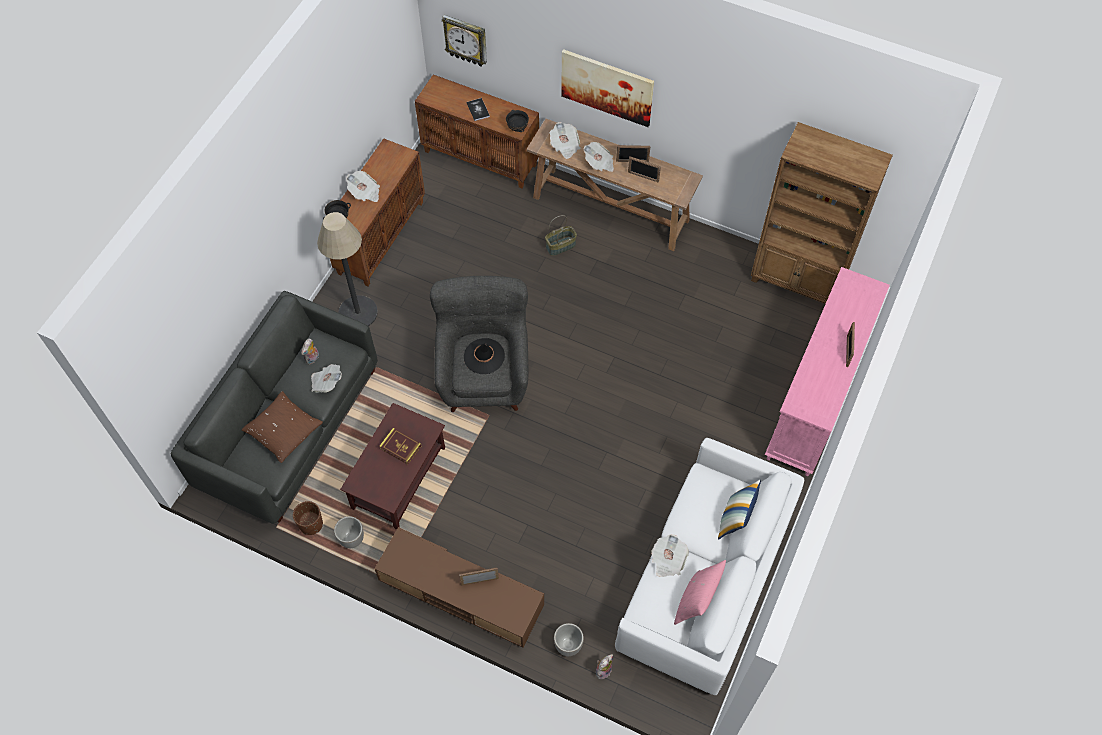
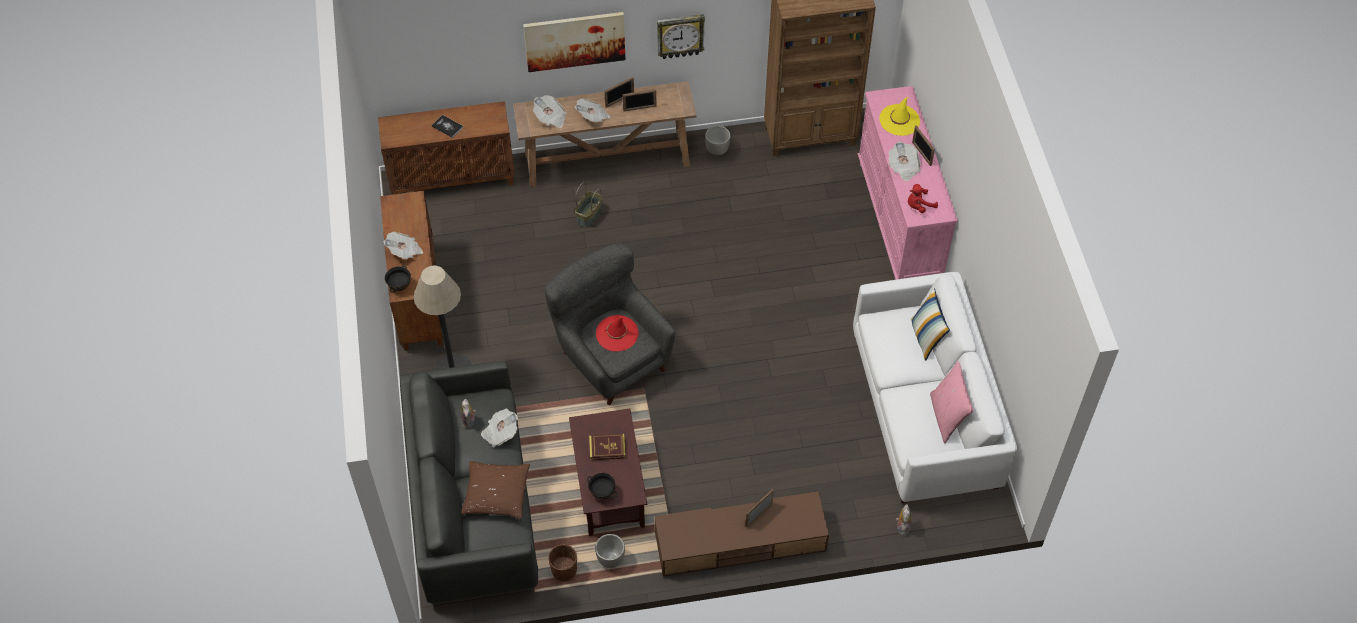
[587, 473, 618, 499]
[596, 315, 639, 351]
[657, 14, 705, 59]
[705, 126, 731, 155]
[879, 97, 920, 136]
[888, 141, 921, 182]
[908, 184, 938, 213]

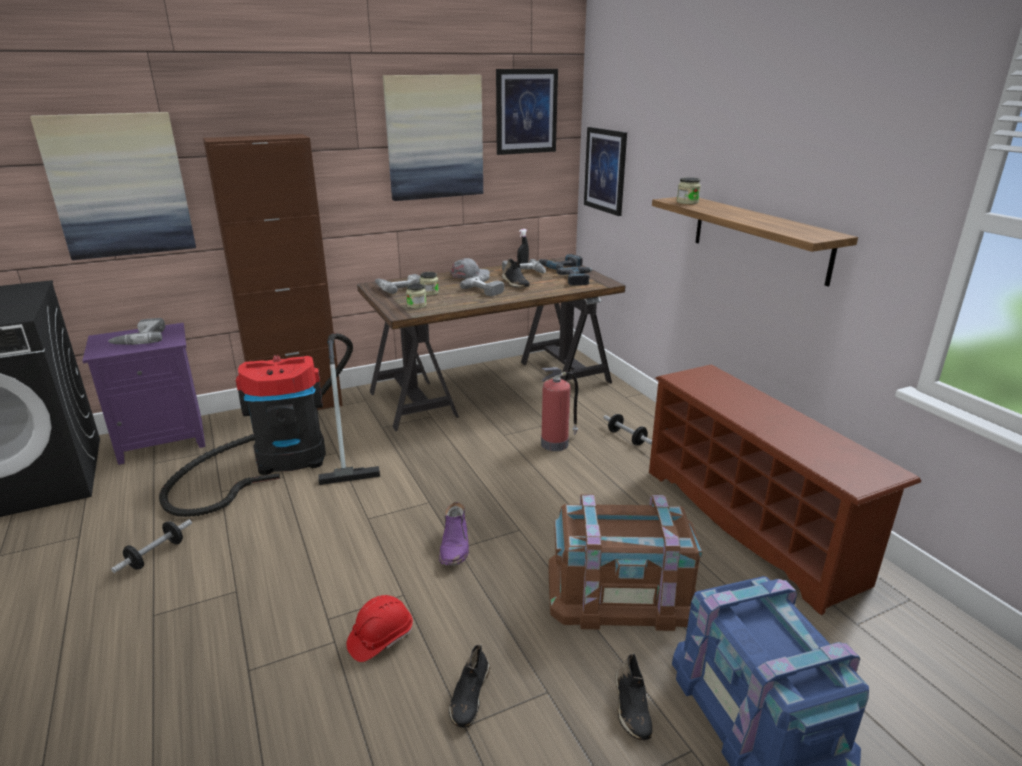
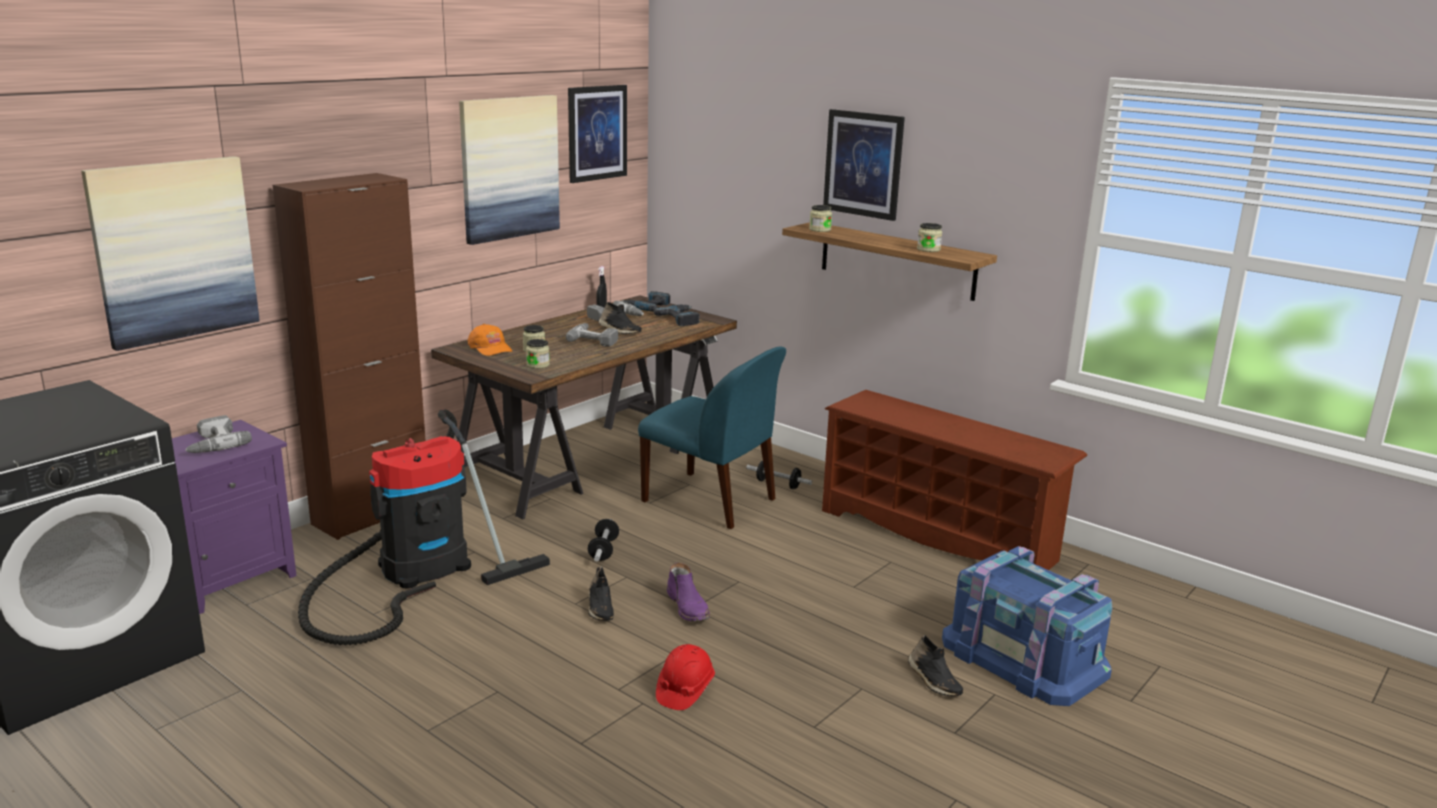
[468, 324, 513, 356]
[588, 519, 619, 561]
[588, 566, 614, 621]
[638, 346, 786, 529]
[823, 109, 905, 221]
[917, 223, 942, 252]
[450, 258, 490, 279] (first image)
[549, 494, 702, 631] (first image)

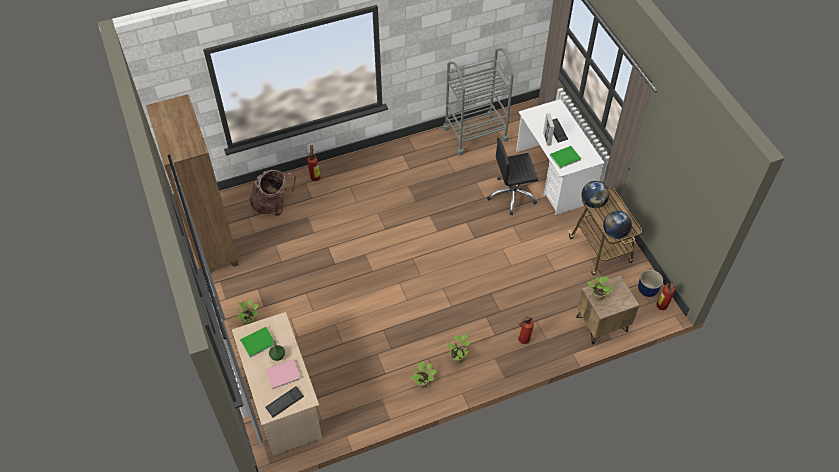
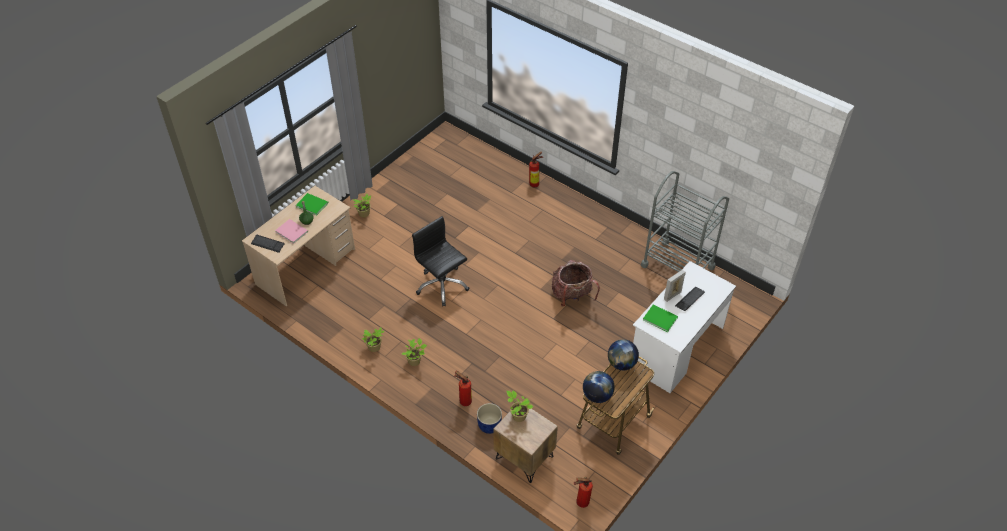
[412, 216, 469, 306]
[477, 403, 502, 434]
[552, 260, 600, 307]
[146, 94, 239, 274] (first image)

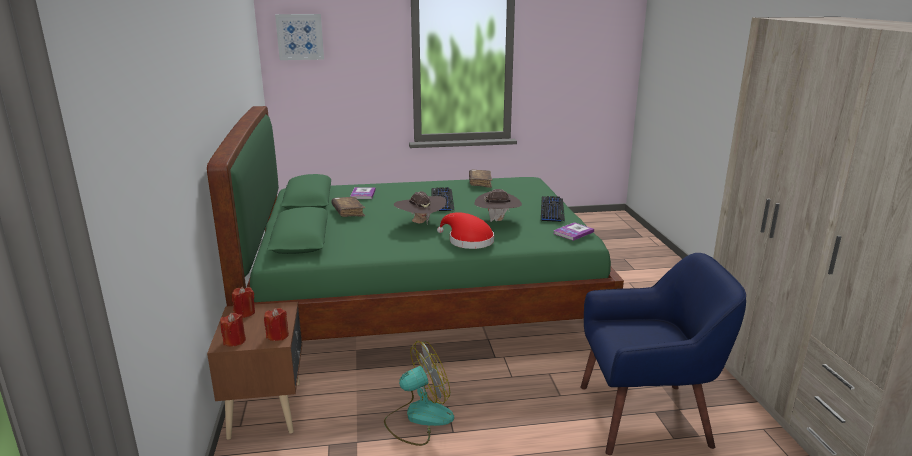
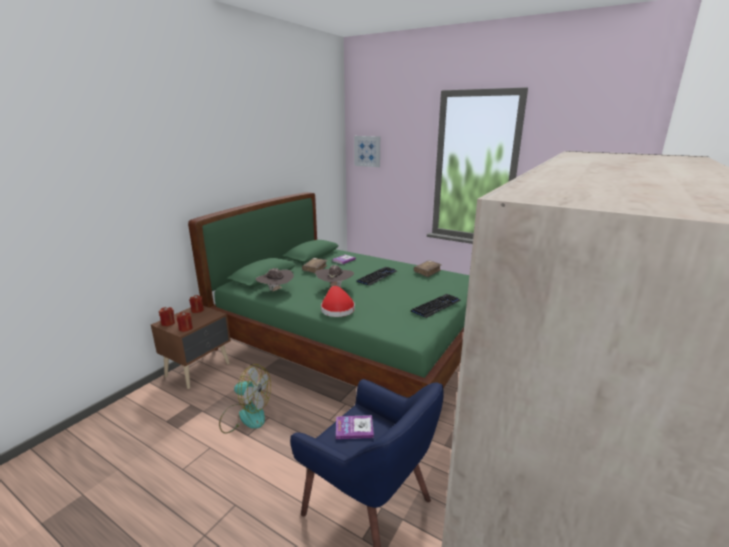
[256, 268, 294, 291]
[336, 415, 374, 439]

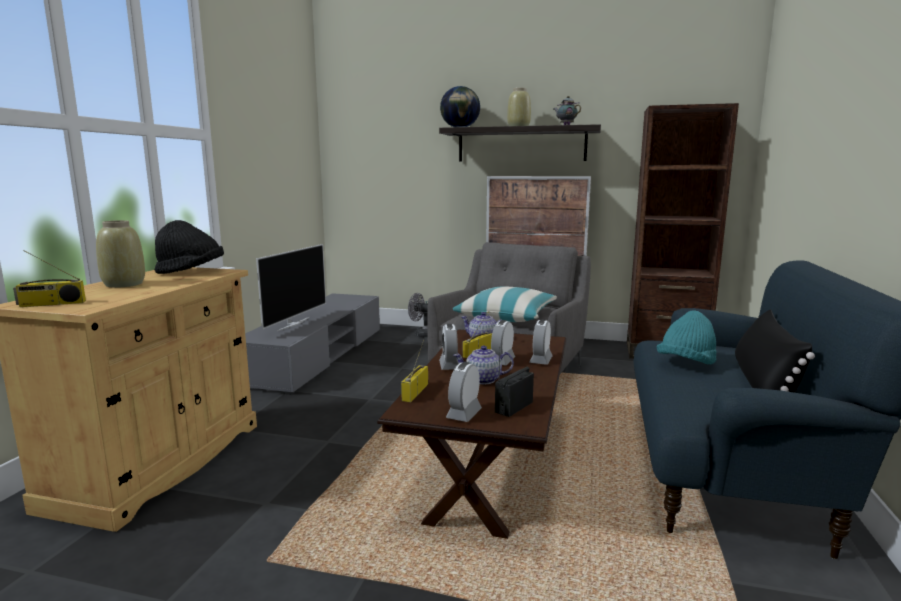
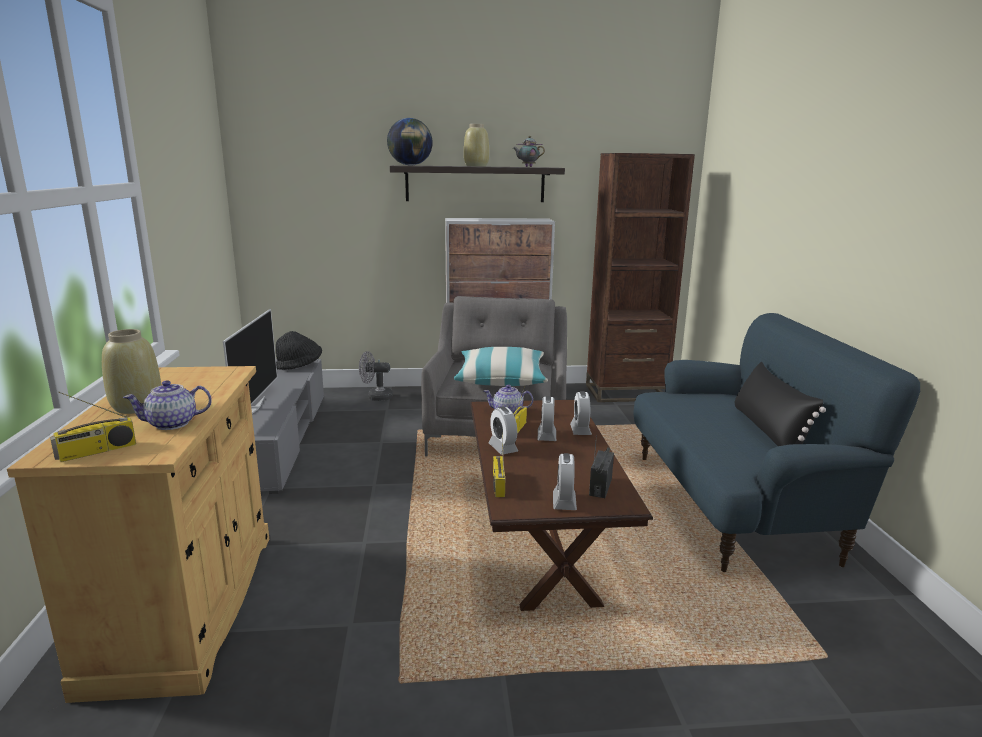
[123, 380, 212, 430]
[276, 331, 322, 370]
[657, 310, 717, 364] (first image)

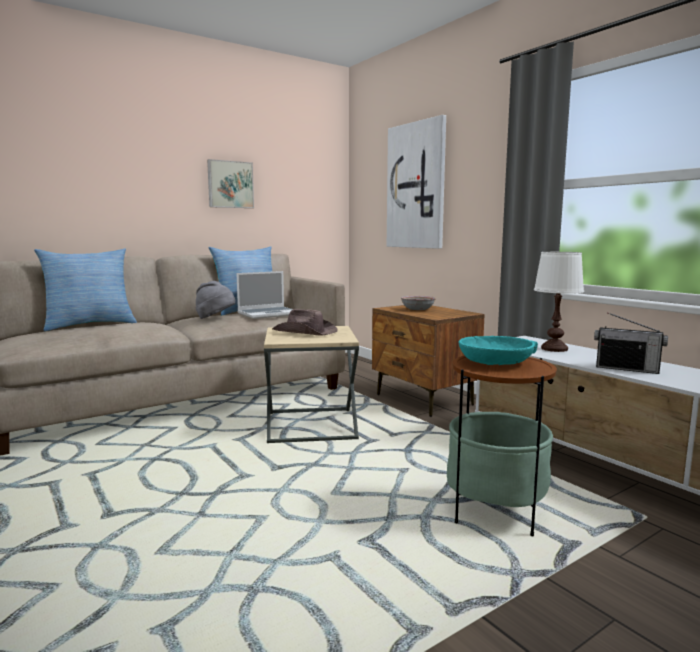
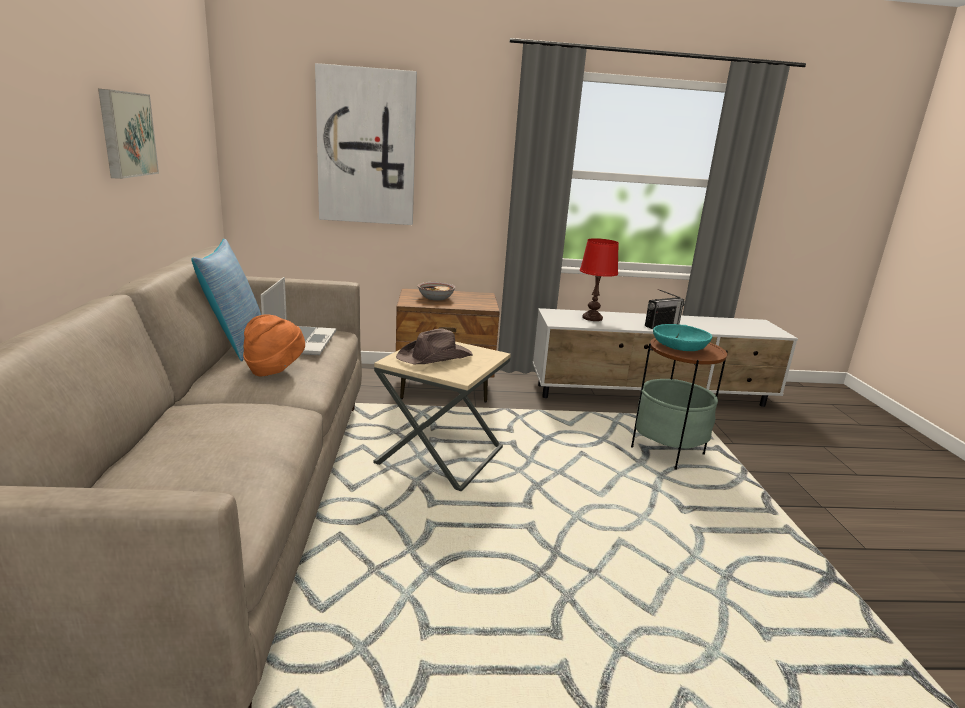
[243, 314, 305, 376]
[580, 238, 619, 321]
[34, 248, 137, 331] (first image)

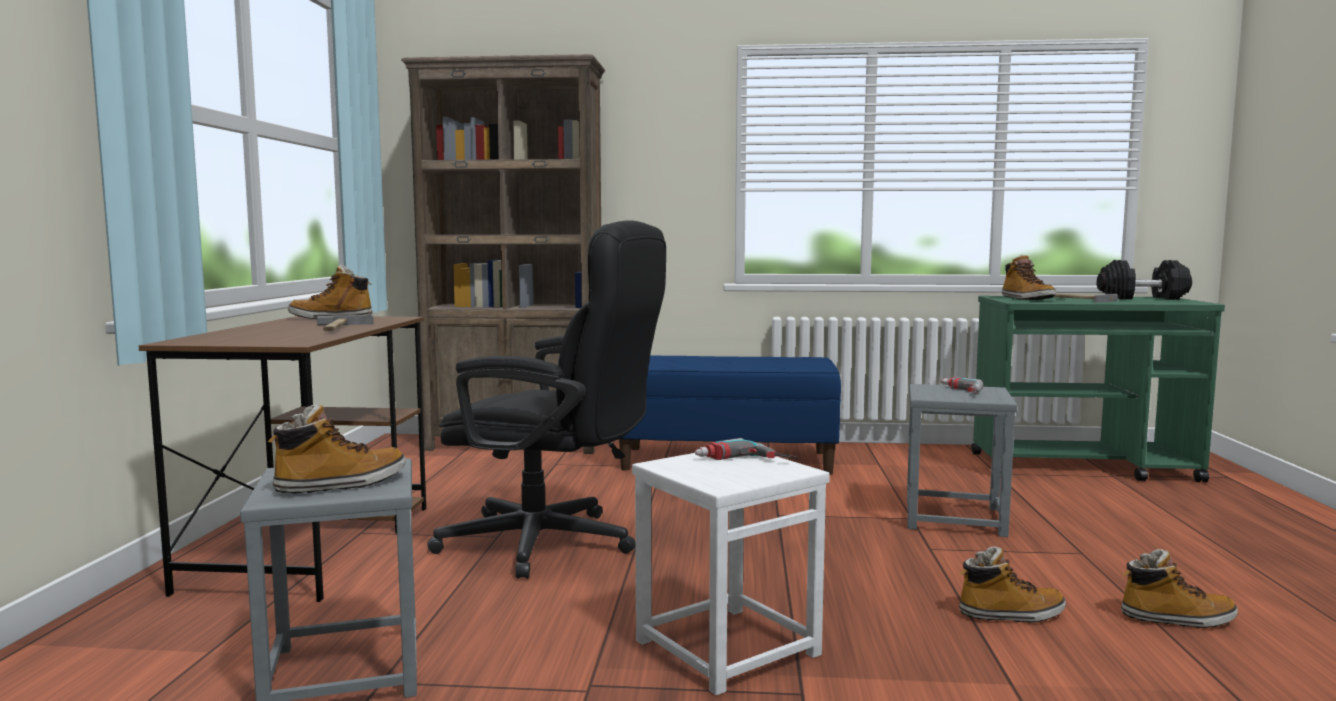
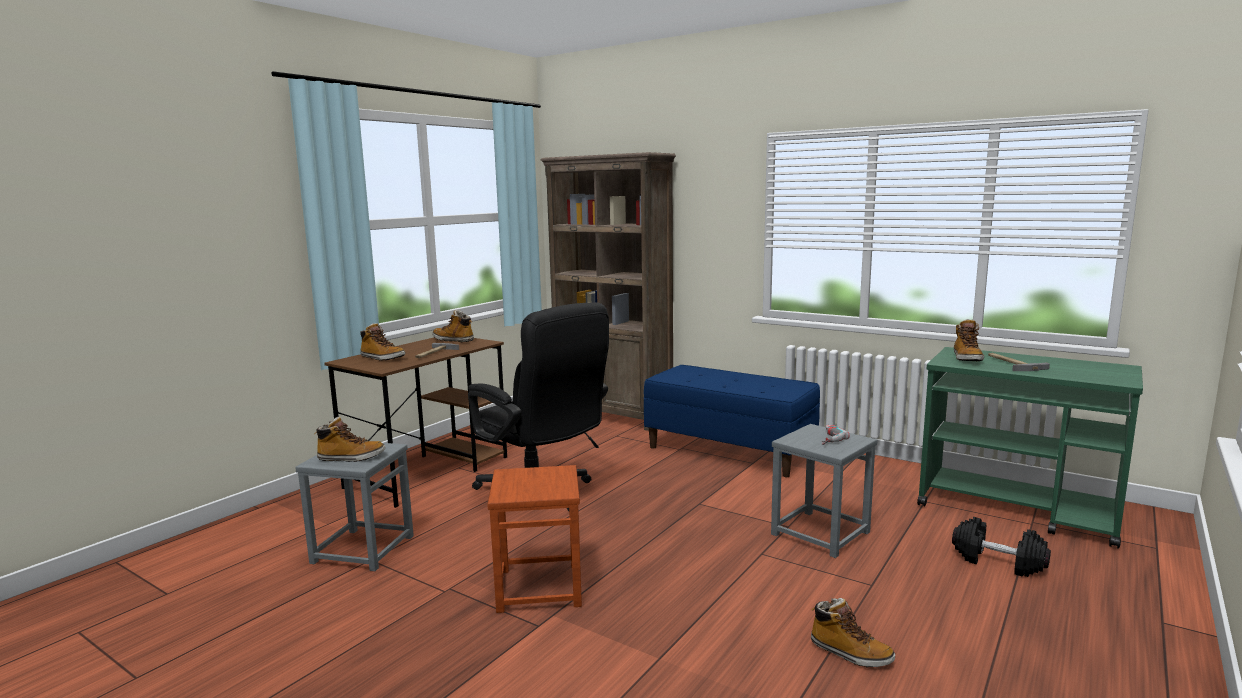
[360, 323, 406, 360]
[487, 465, 582, 613]
[952, 517, 1051, 577]
[695, 438, 798, 460] (first image)

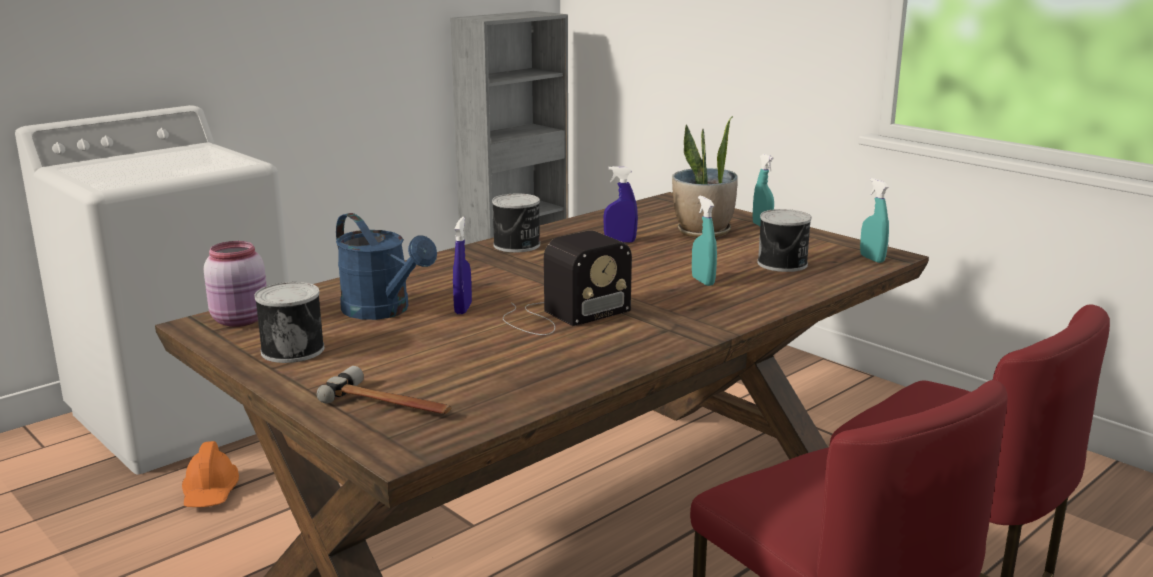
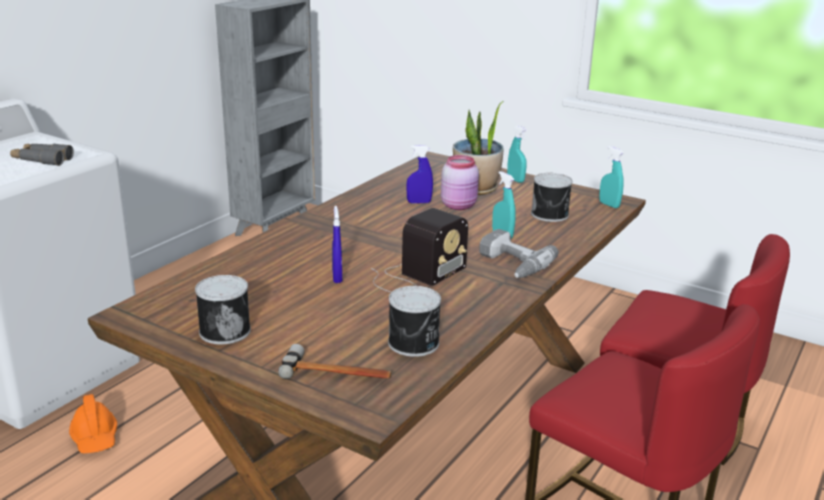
[10, 144, 74, 166]
[388, 286, 441, 357]
[441, 155, 479, 210]
[479, 229, 559, 278]
[336, 213, 437, 320] (first image)

